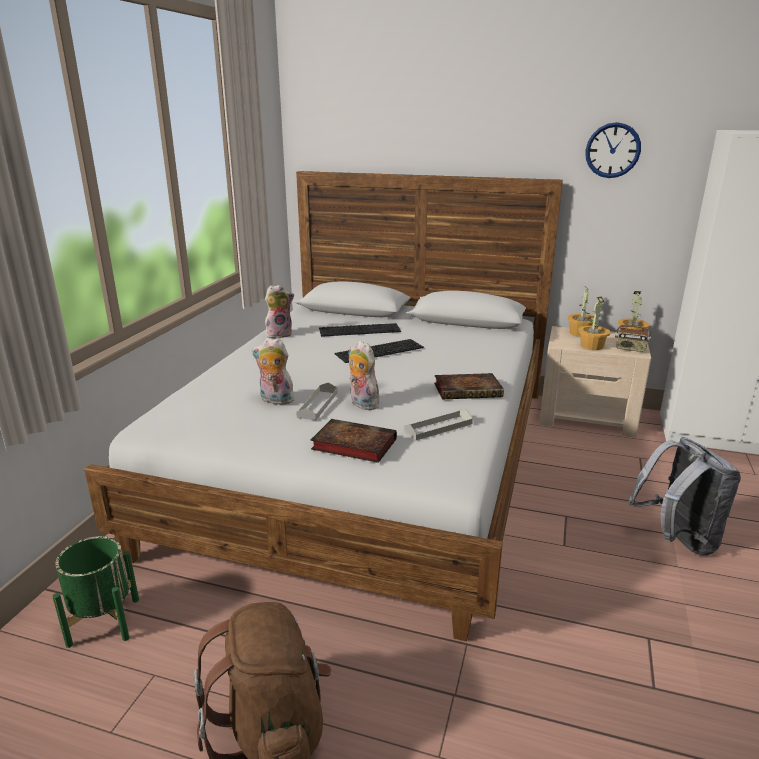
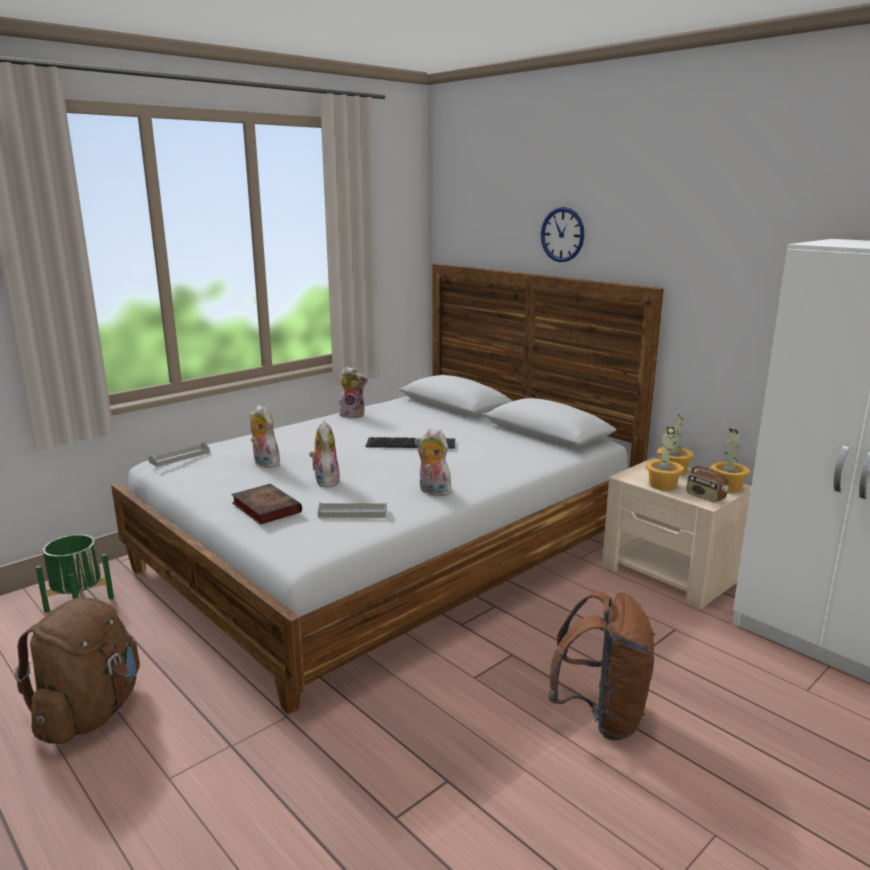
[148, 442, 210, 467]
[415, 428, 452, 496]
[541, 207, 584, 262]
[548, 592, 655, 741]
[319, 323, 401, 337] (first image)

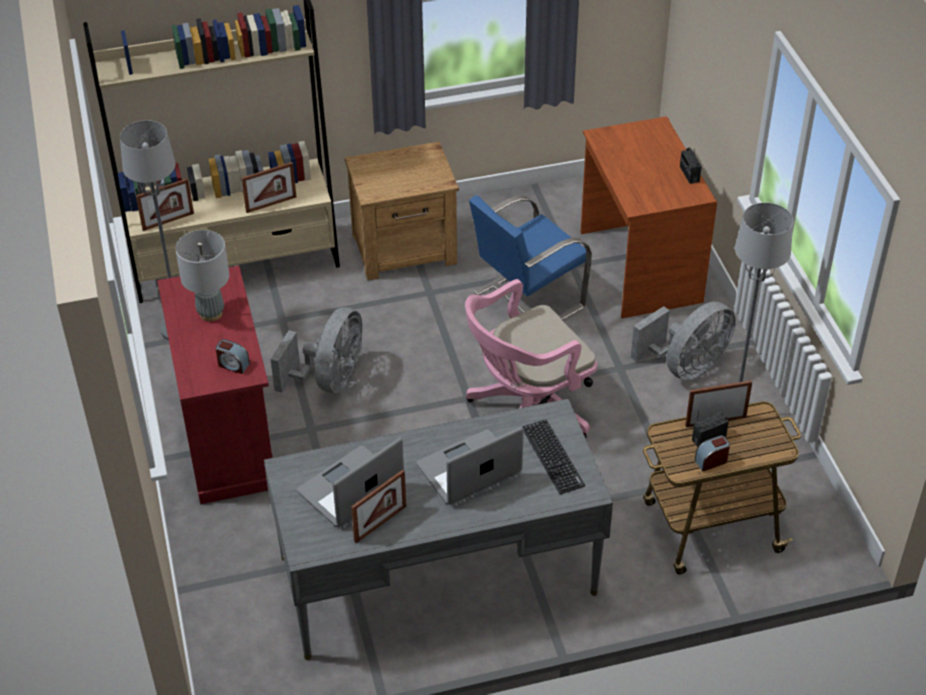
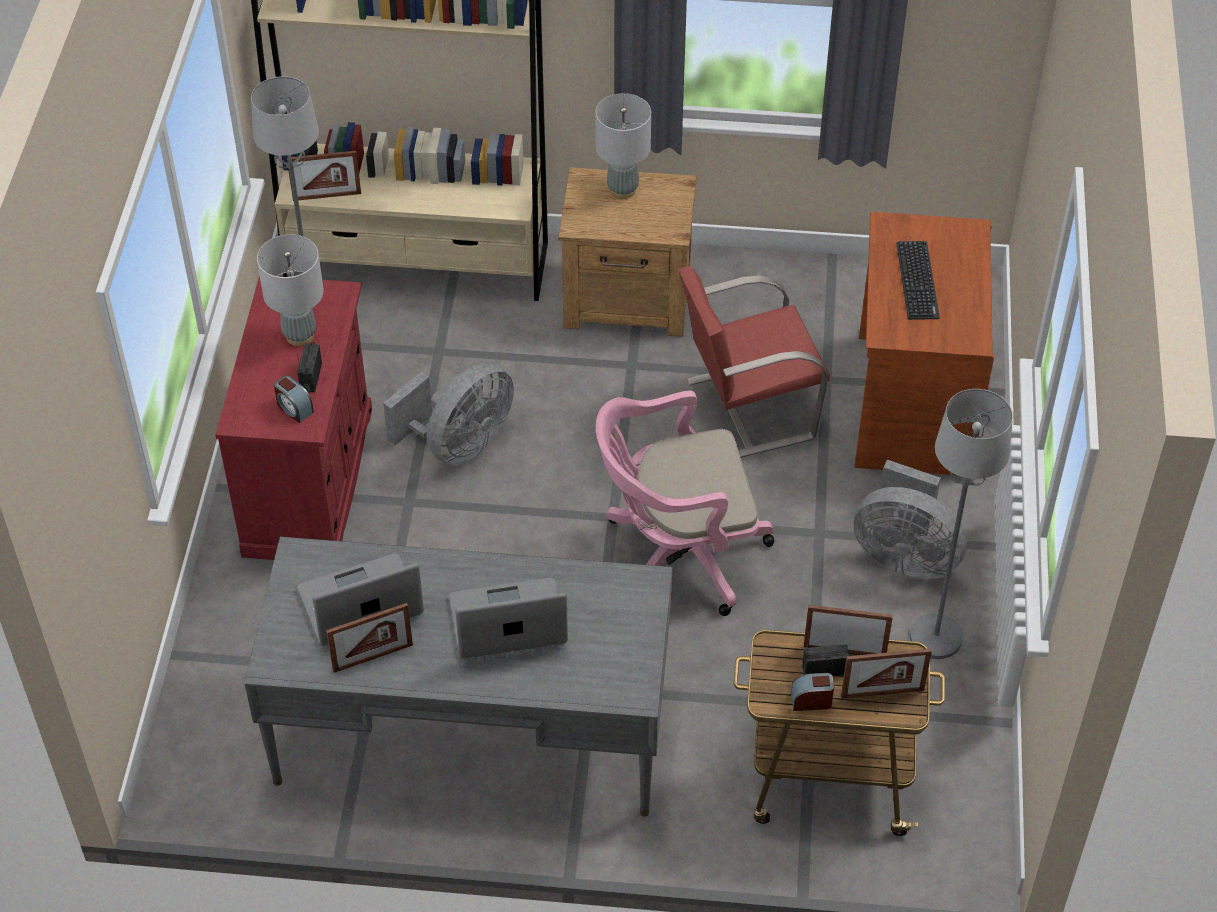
[296, 342, 322, 392]
[595, 93, 651, 199]
[679, 266, 830, 458]
[841, 649, 932, 699]
[854, 460, 967, 579]
[896, 241, 940, 320]

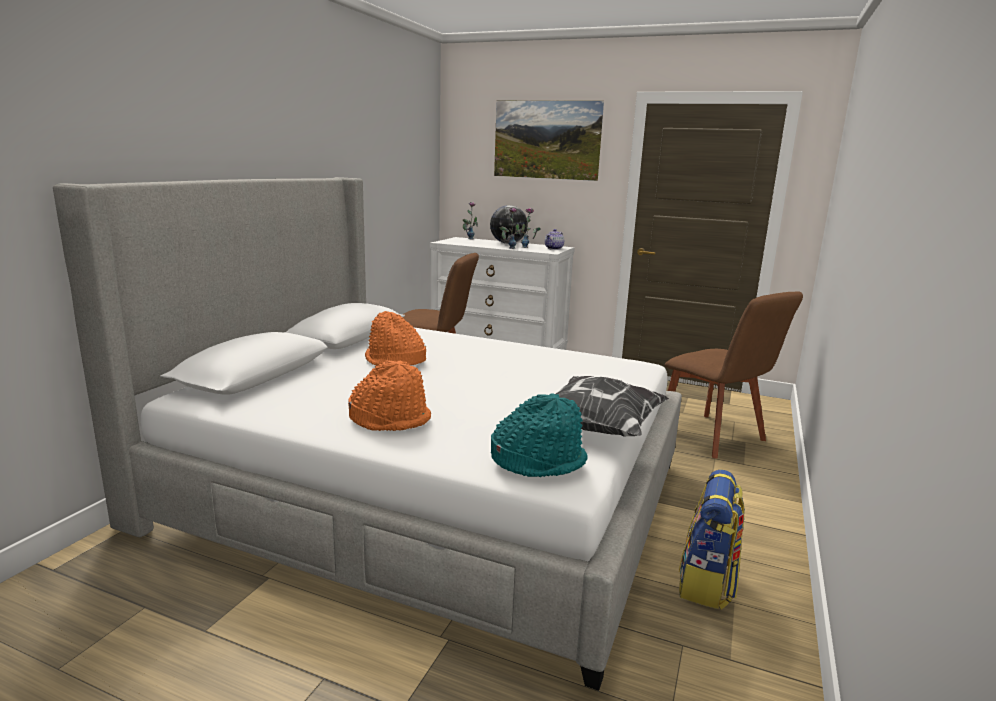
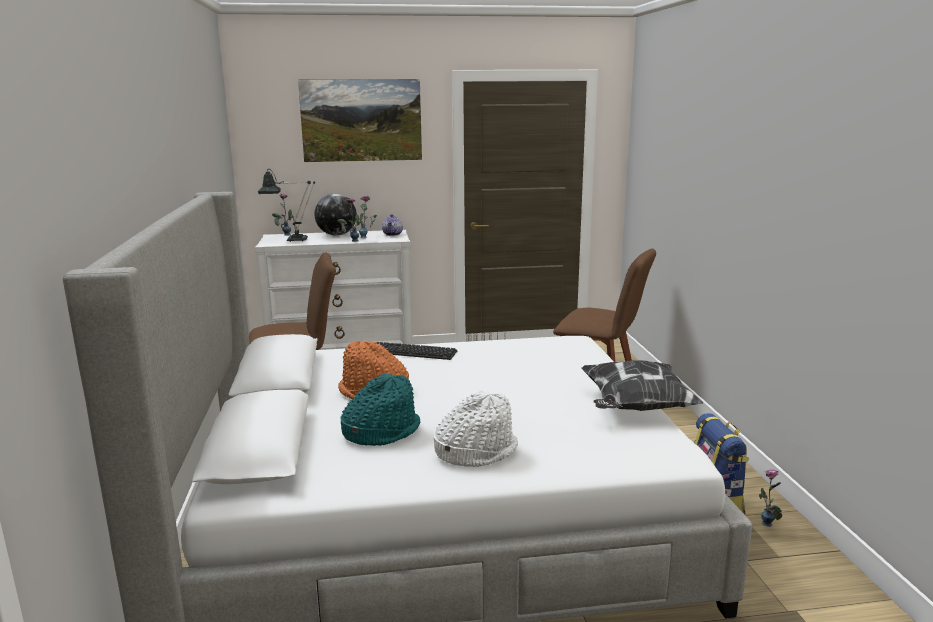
[258, 172, 315, 242]
[341, 373, 421, 446]
[376, 342, 457, 360]
[434, 390, 518, 467]
[759, 469, 782, 527]

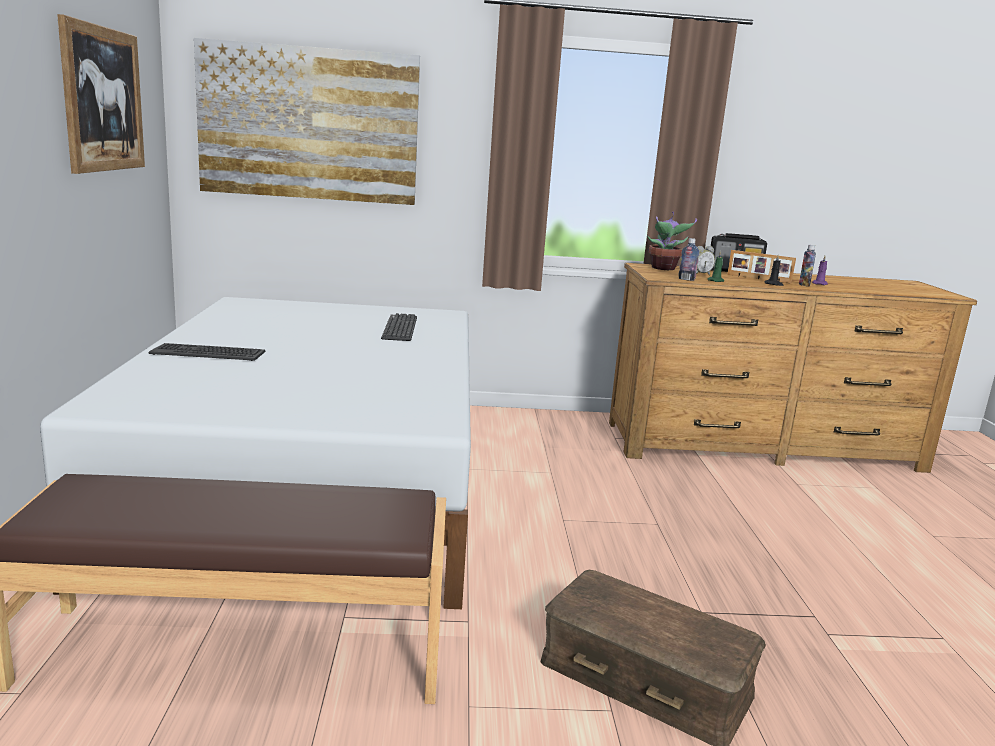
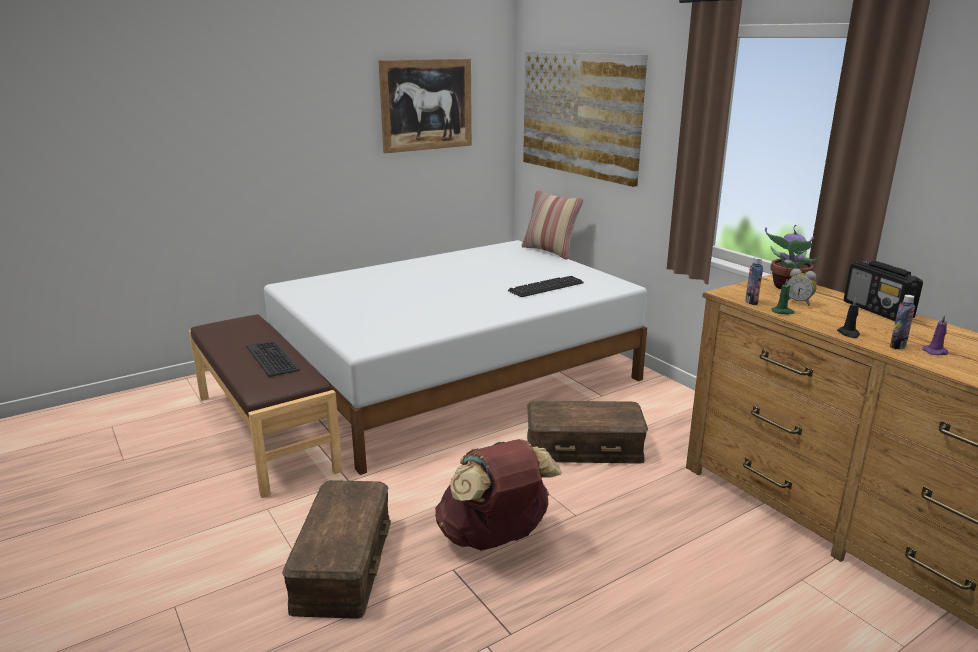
[247, 341, 300, 377]
[435, 439, 562, 550]
[522, 190, 583, 260]
[527, 400, 648, 464]
[727, 250, 796, 283] (first image)

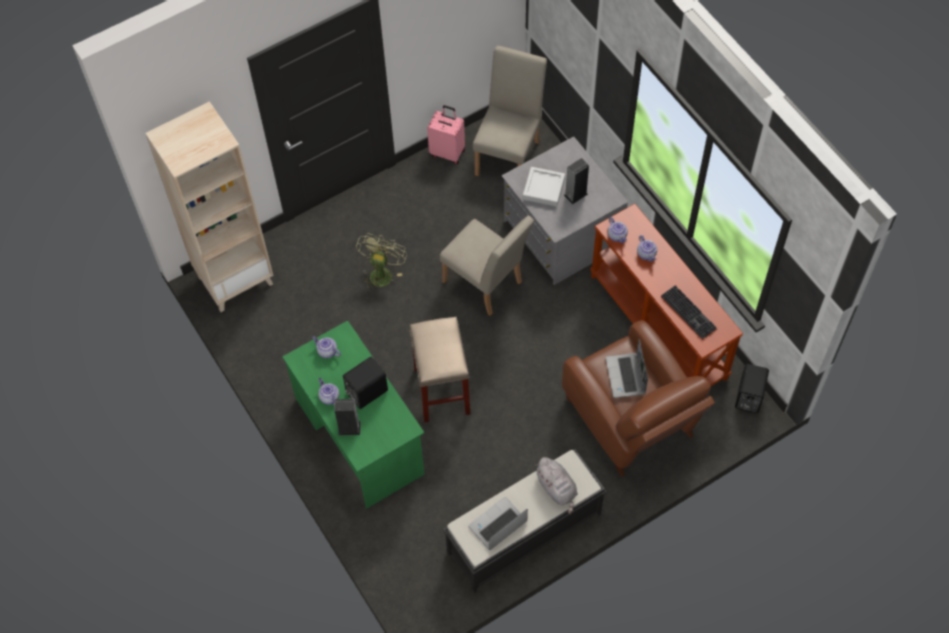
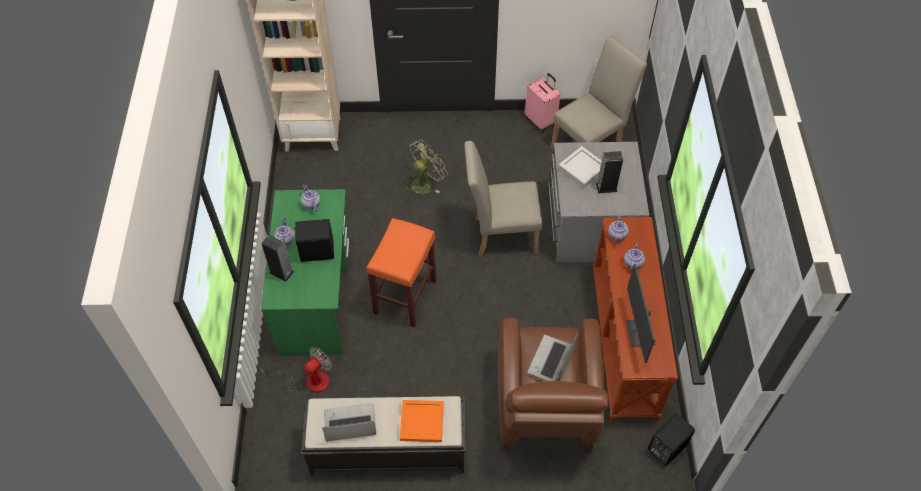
[259, 347, 332, 393]
[366, 218, 437, 328]
[400, 400, 444, 442]
[464, 141, 542, 257]
[626, 264, 656, 363]

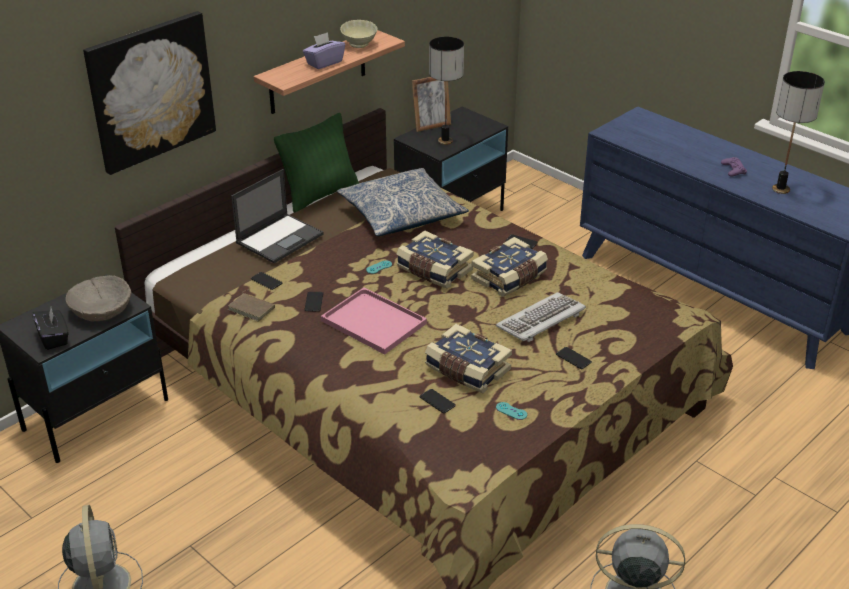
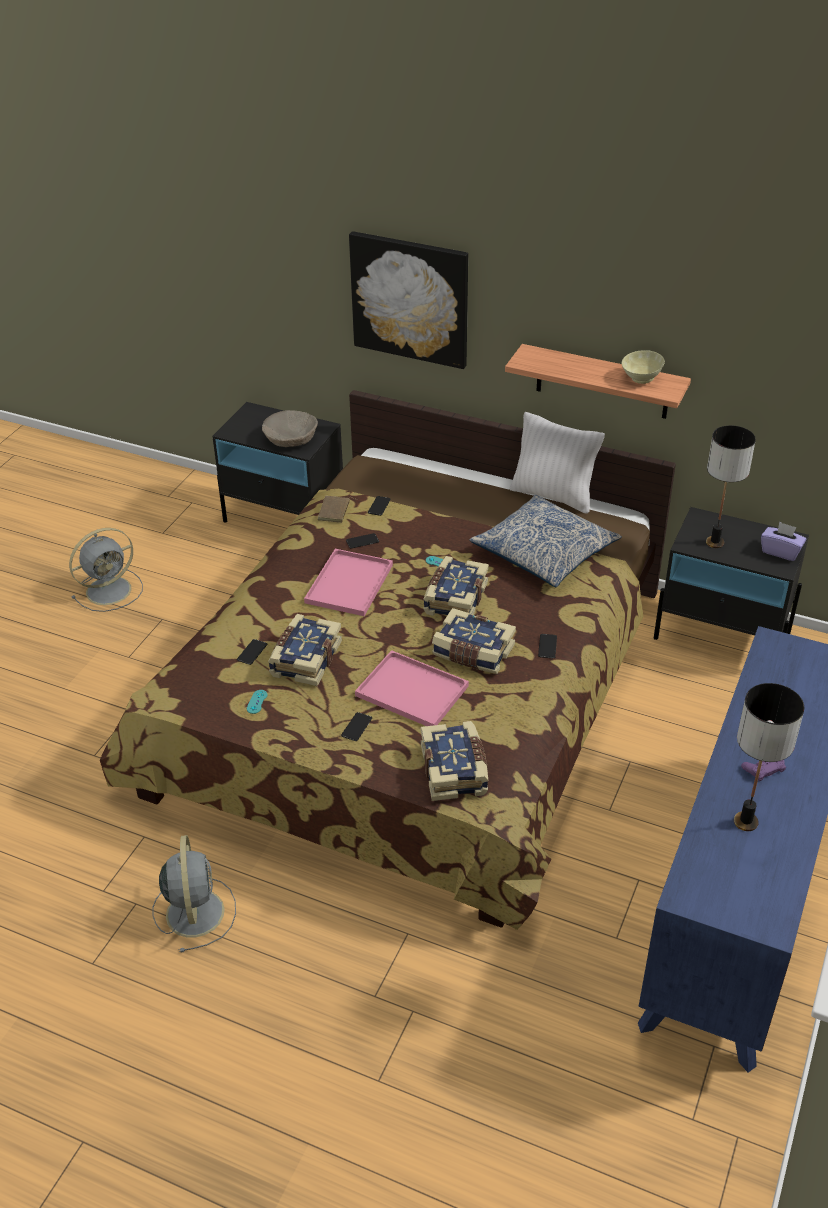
[355, 650, 469, 726]
[420, 721, 488, 801]
[510, 412, 605, 514]
[761, 522, 806, 561]
[32, 308, 69, 350] (first image)
[231, 169, 324, 263] (first image)
[412, 77, 451, 132] (first image)

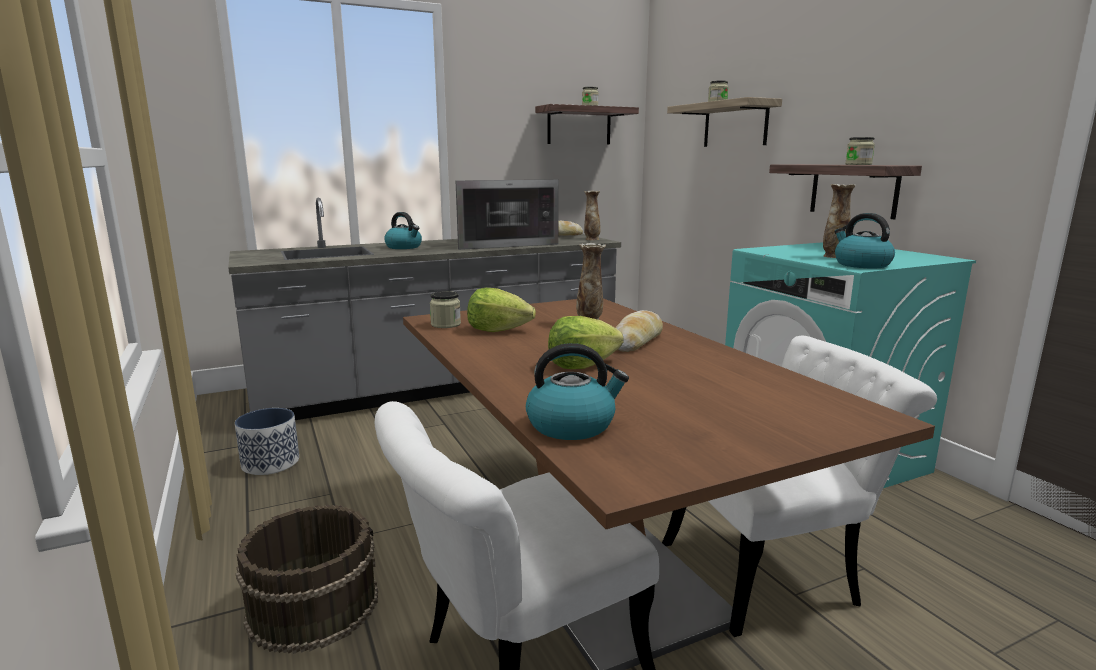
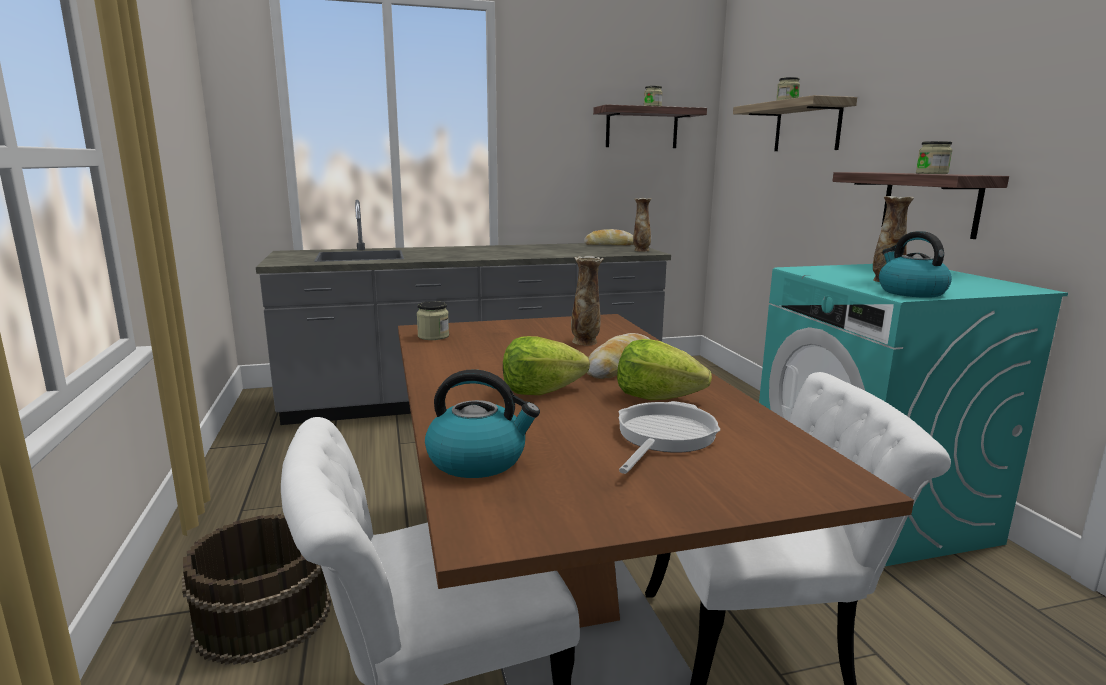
[617, 339, 712, 400]
[619, 401, 720, 474]
[235, 408, 299, 475] (first image)
[384, 212, 422, 249] (first image)
[455, 179, 559, 250] (first image)

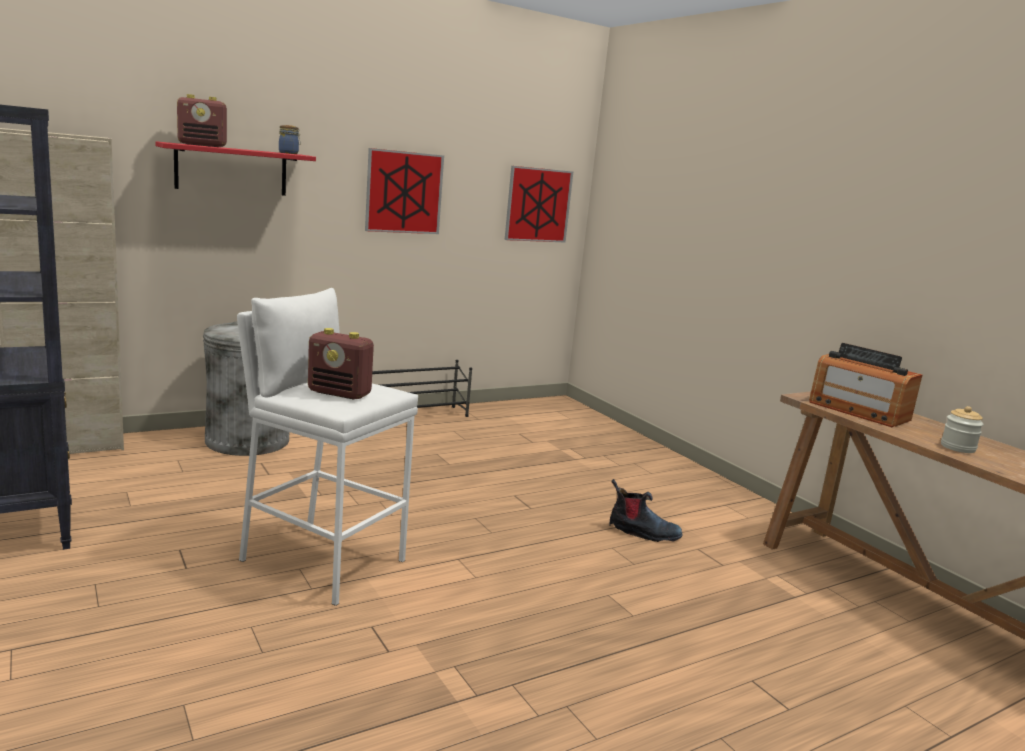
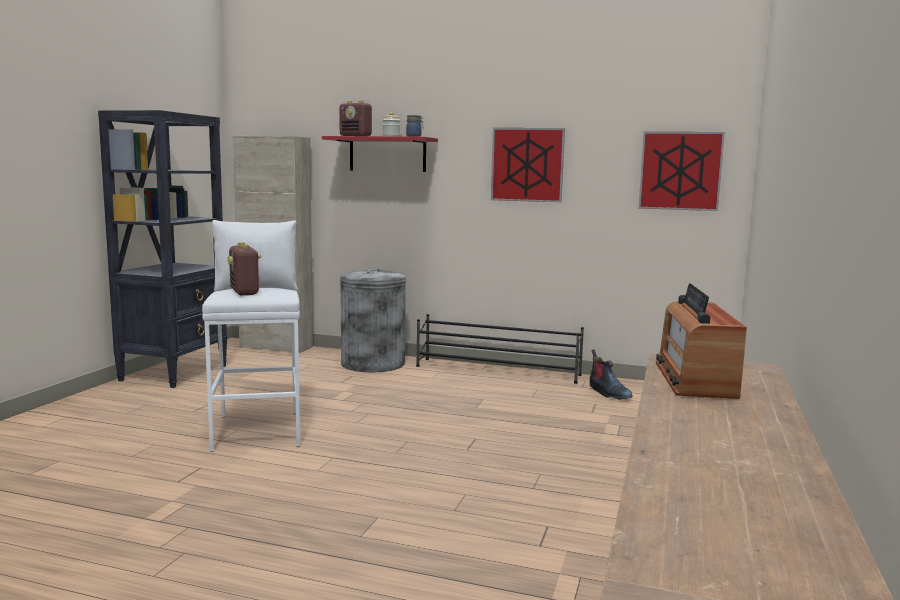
[382, 112, 401, 136]
[590, 350, 633, 400]

